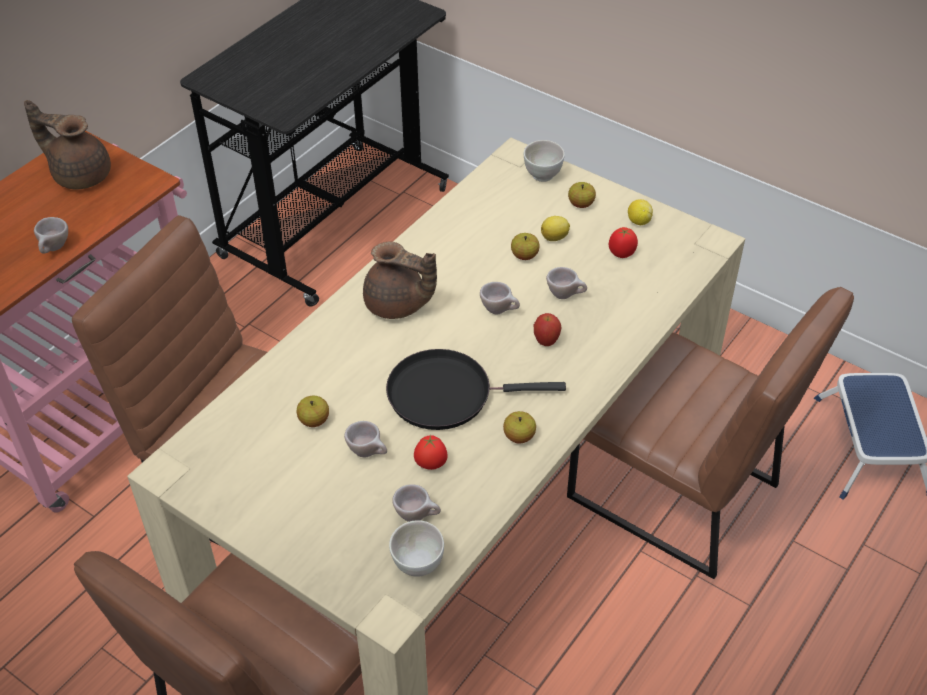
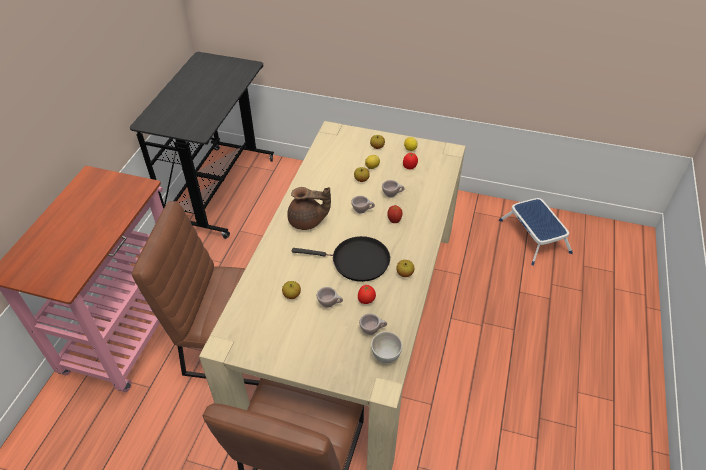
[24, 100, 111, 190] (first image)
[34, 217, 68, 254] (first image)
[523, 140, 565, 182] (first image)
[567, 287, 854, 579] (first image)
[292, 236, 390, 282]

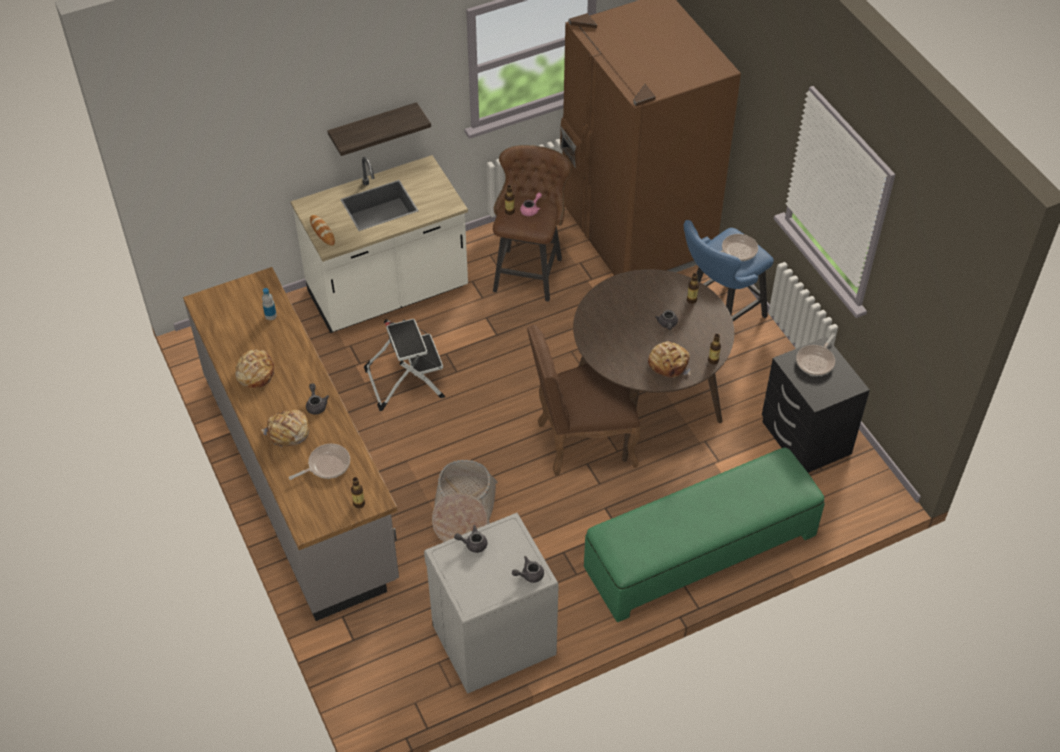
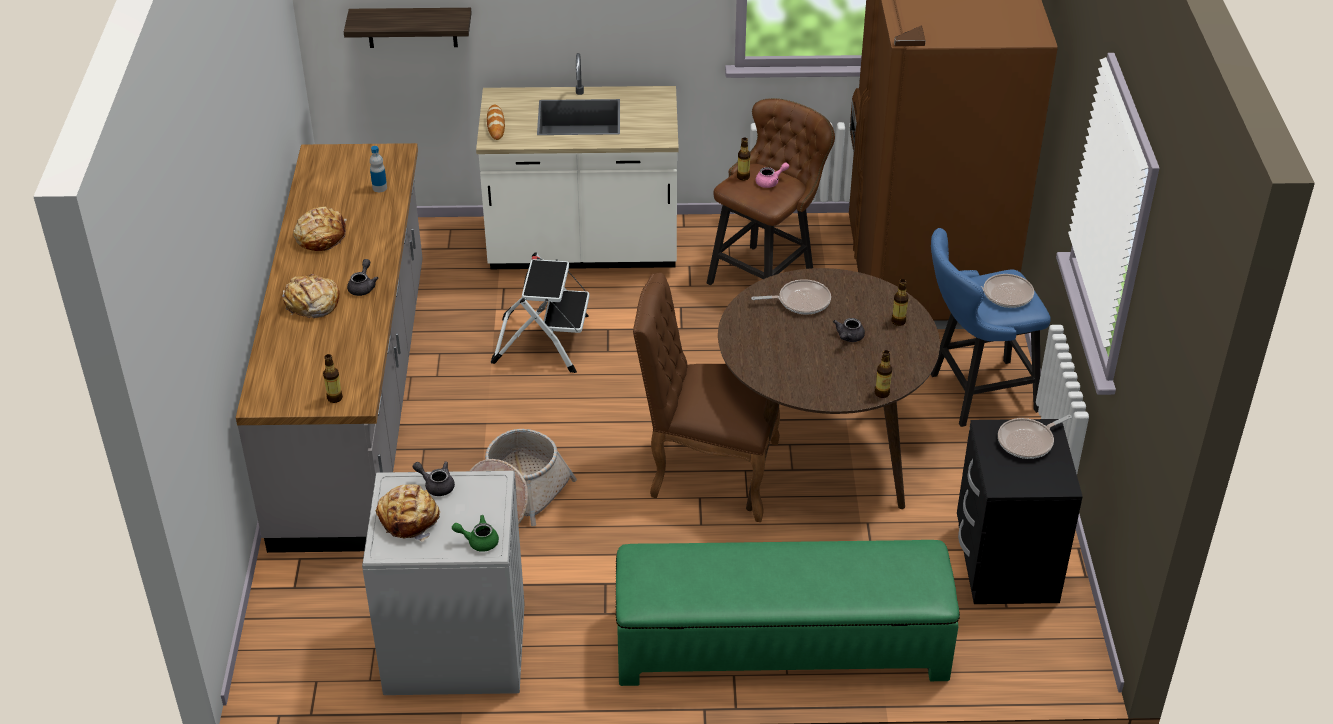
[751, 279, 831, 315]
[344, 8, 472, 48]
[375, 484, 441, 541]
[452, 515, 499, 552]

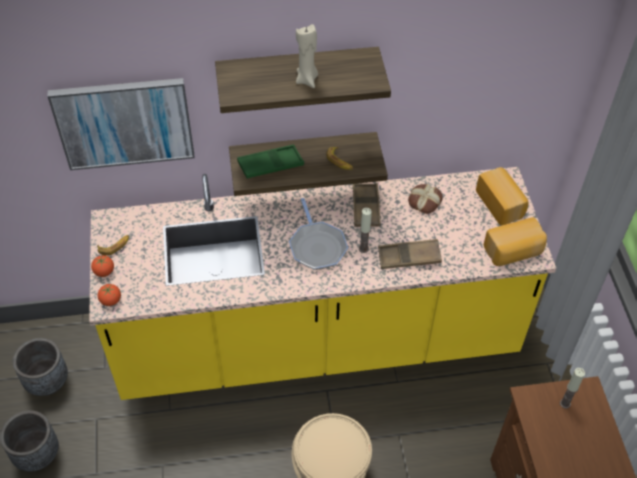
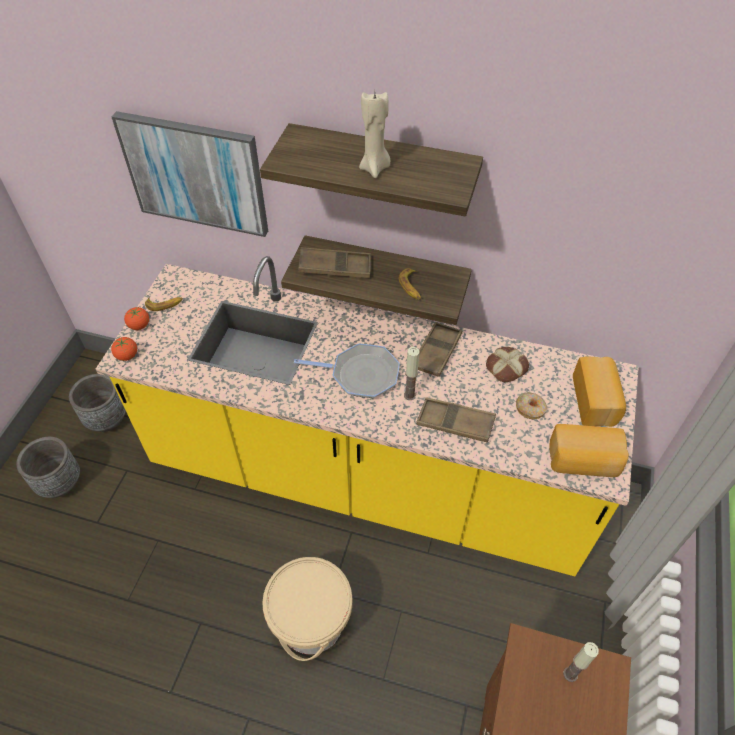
[516, 392, 547, 419]
[298, 247, 371, 278]
[294, 343, 400, 398]

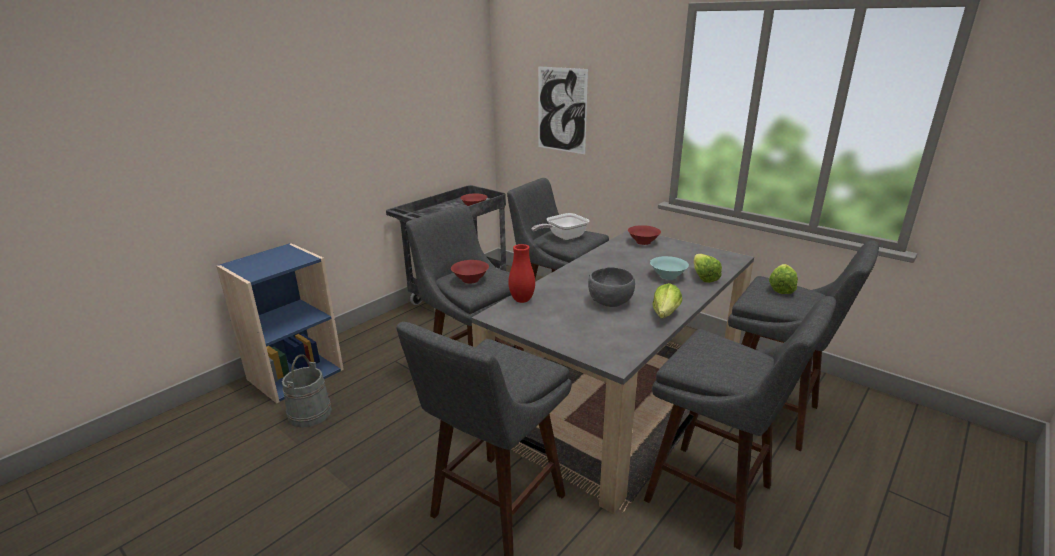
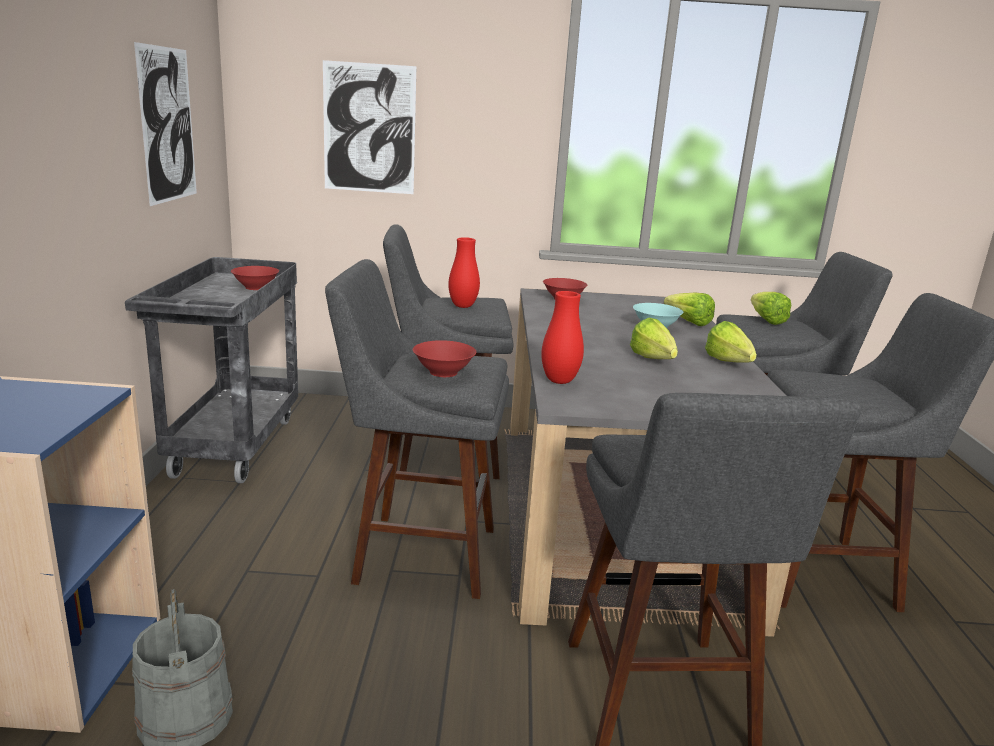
[134, 42, 197, 206]
[448, 237, 480, 308]
[630, 318, 678, 359]

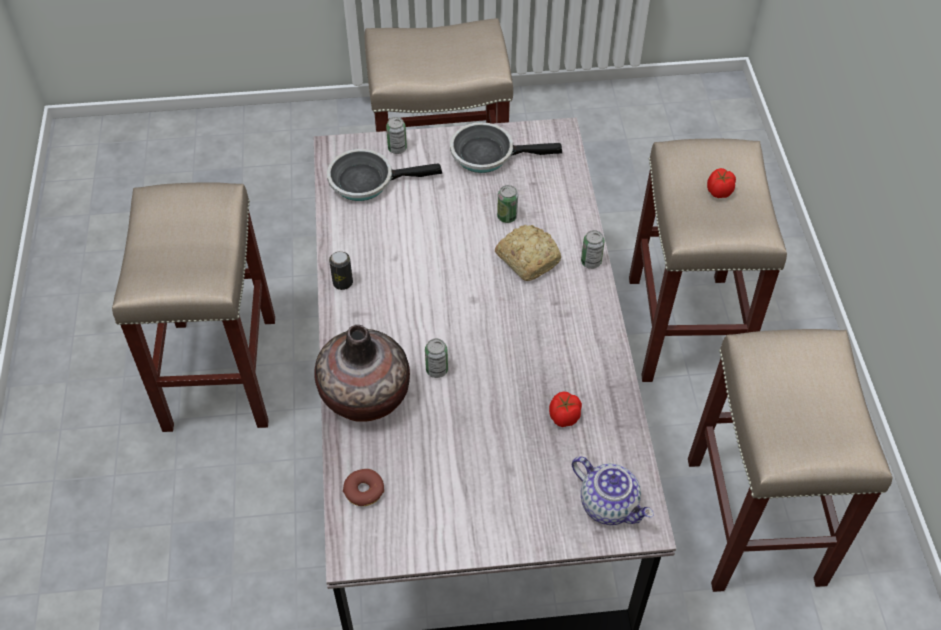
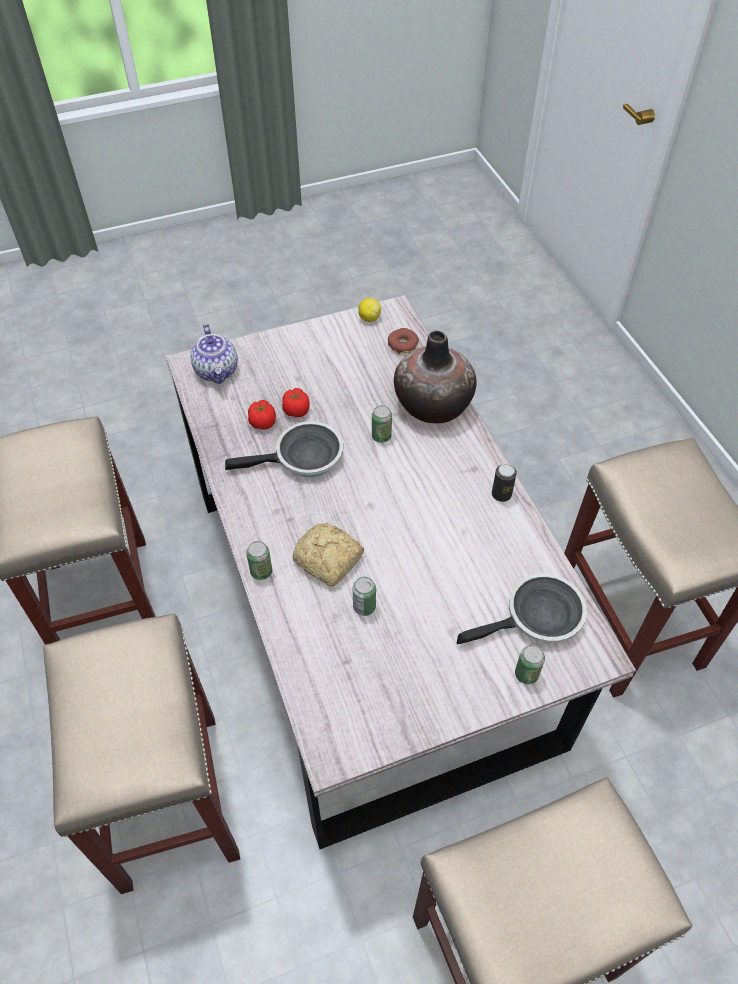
[358, 298, 381, 322]
[225, 421, 343, 477]
[282, 388, 310, 417]
[190, 324, 238, 384]

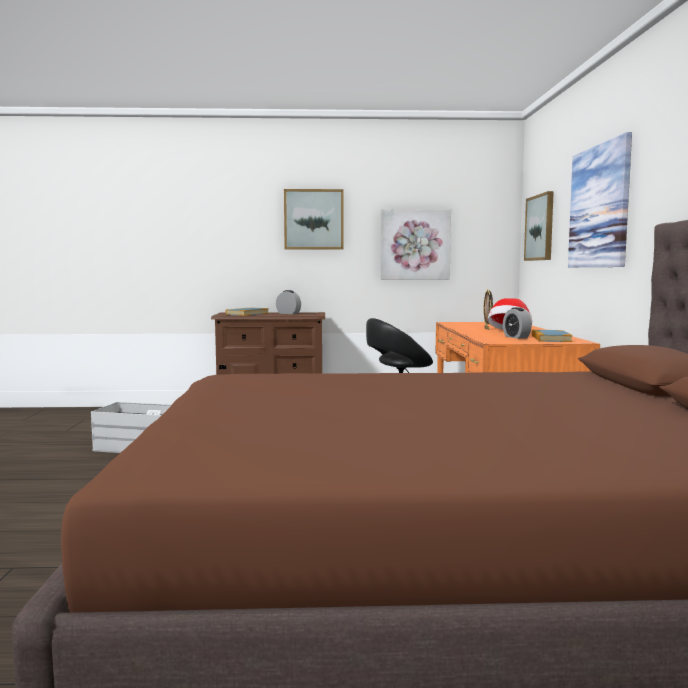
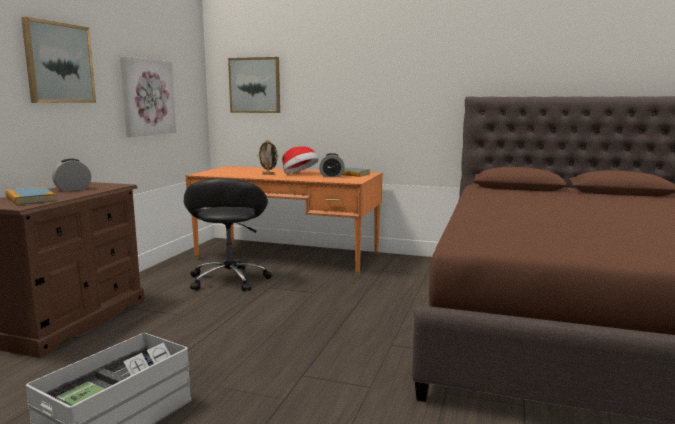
[568, 132, 632, 267] (first image)

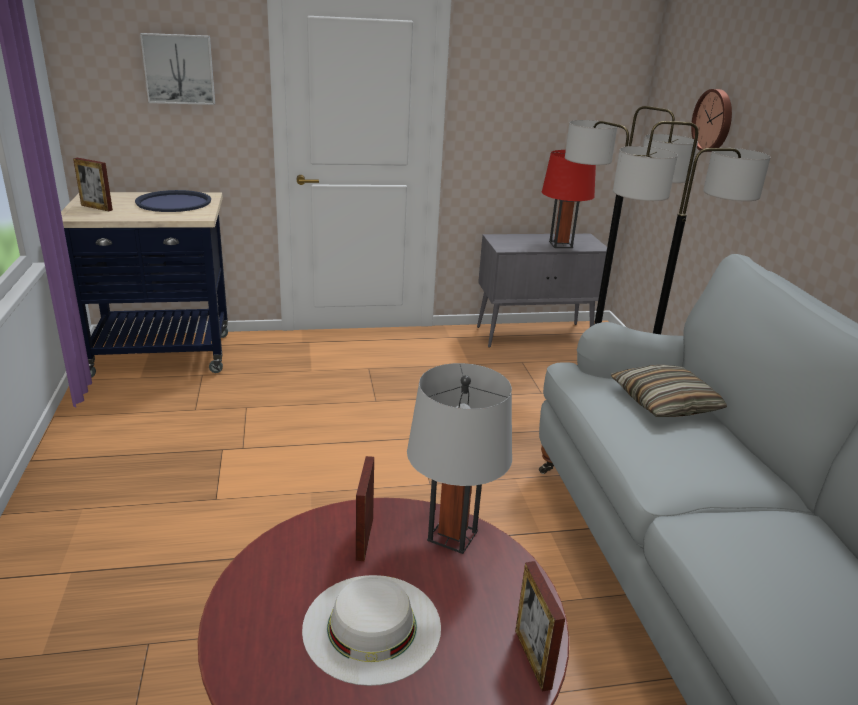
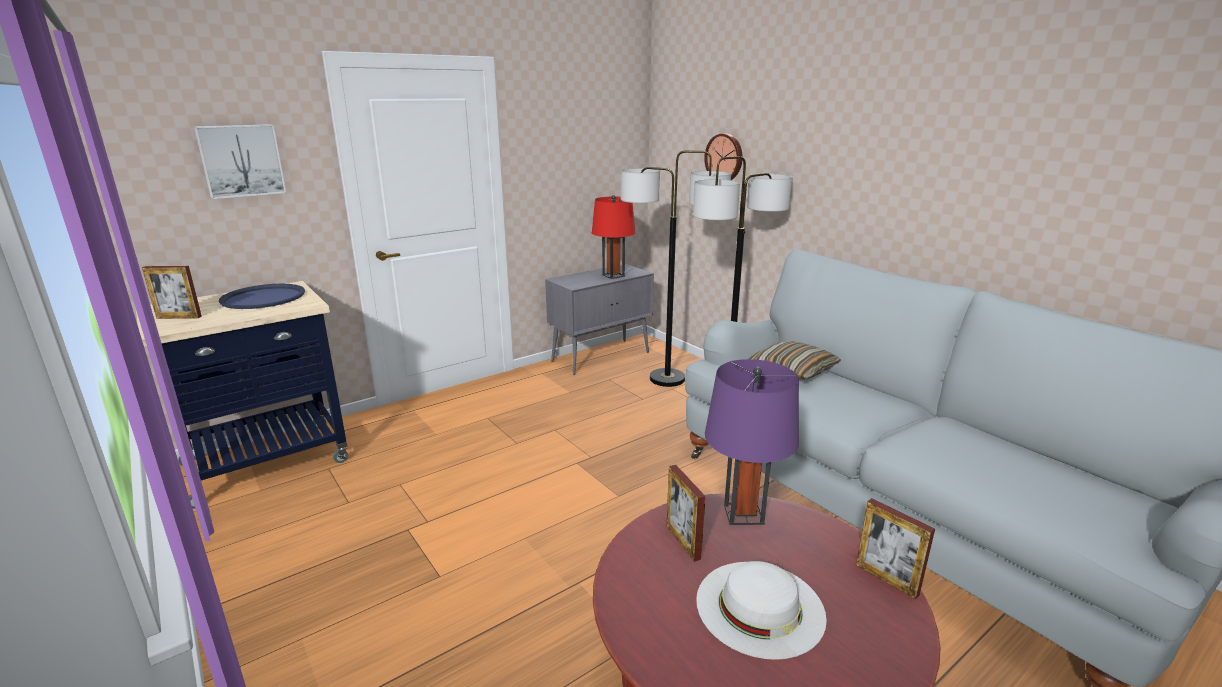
[705, 359, 799, 525]

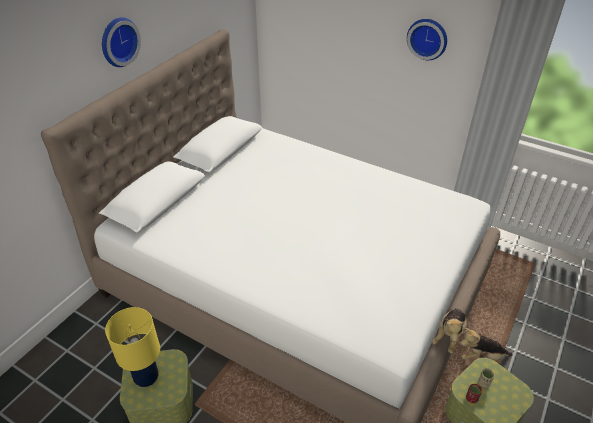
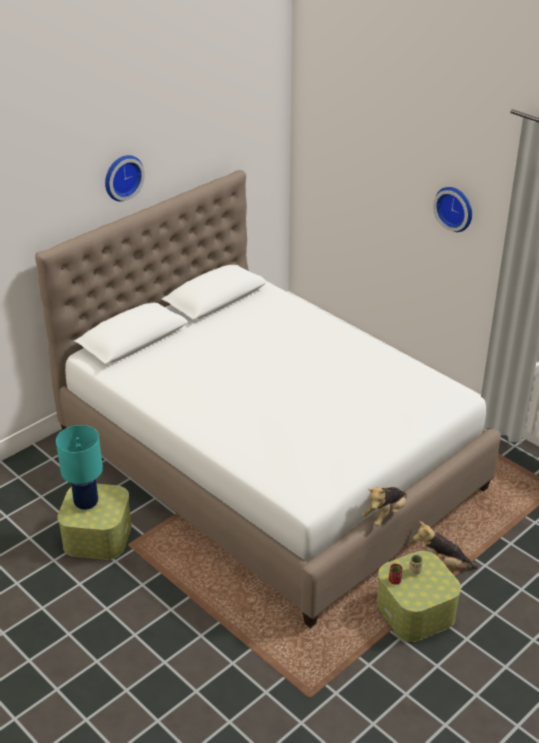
[56, 425, 103, 510]

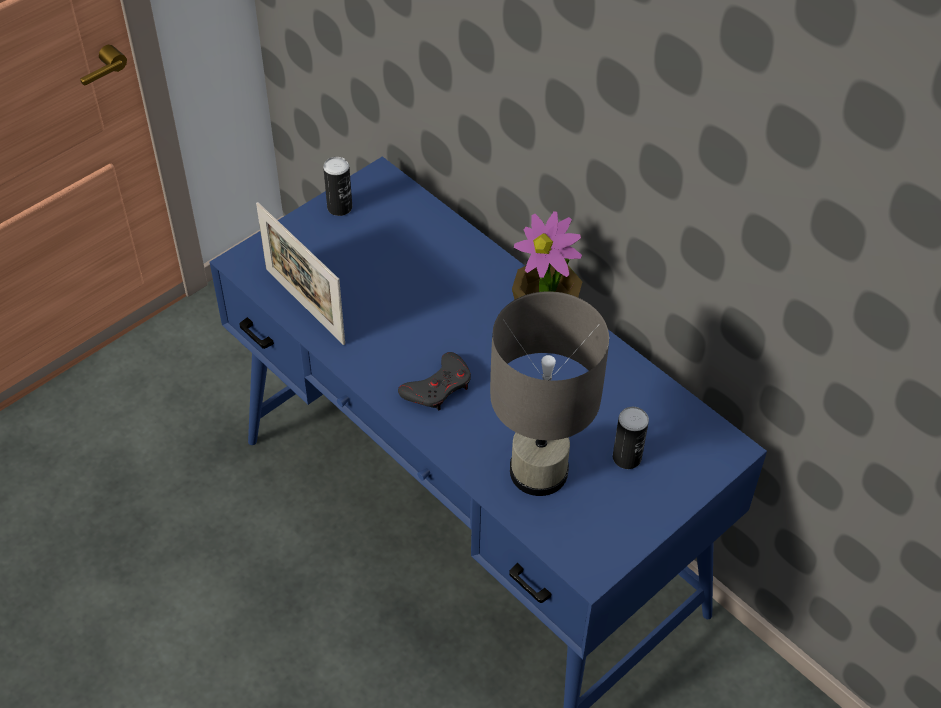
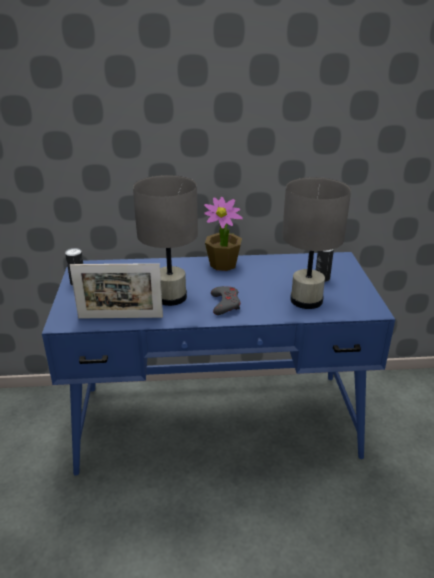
[133, 175, 198, 306]

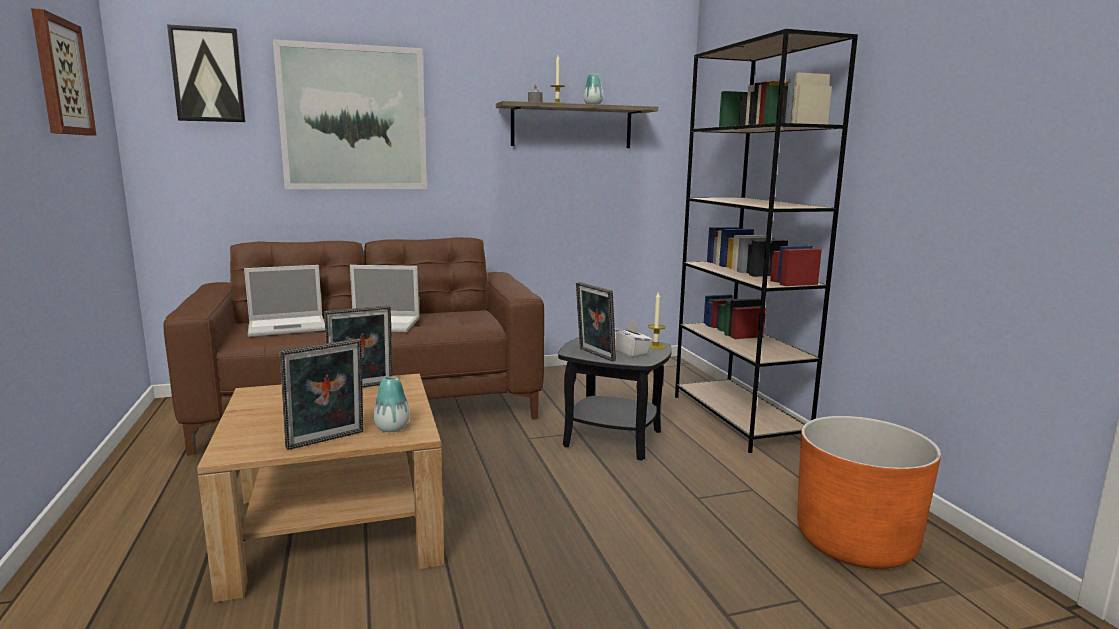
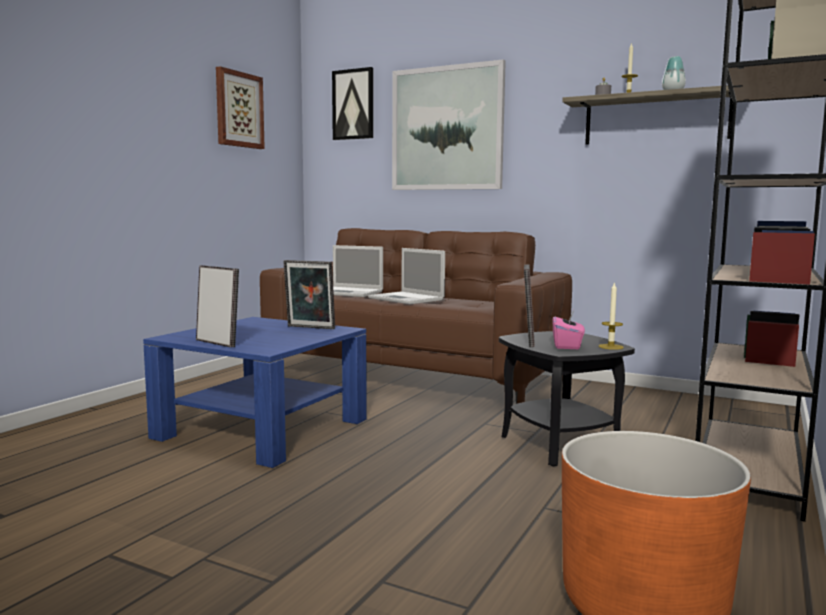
[374, 376, 410, 432] (first image)
[143, 317, 367, 468]
[552, 310, 585, 349]
[196, 265, 239, 347]

